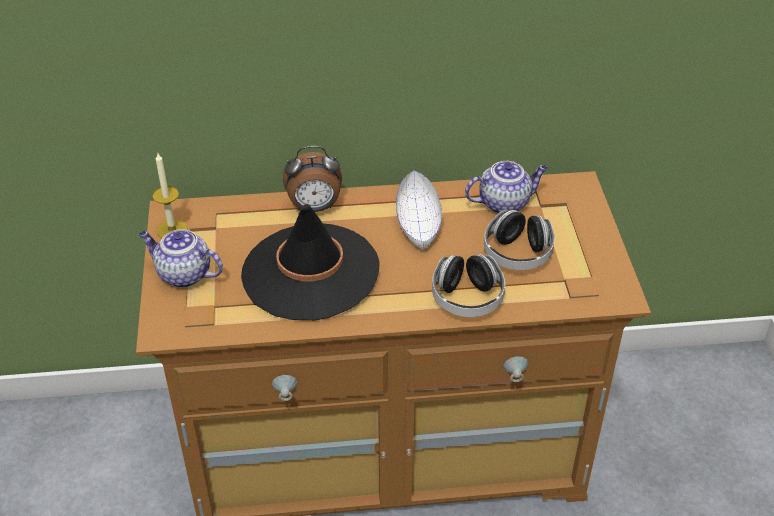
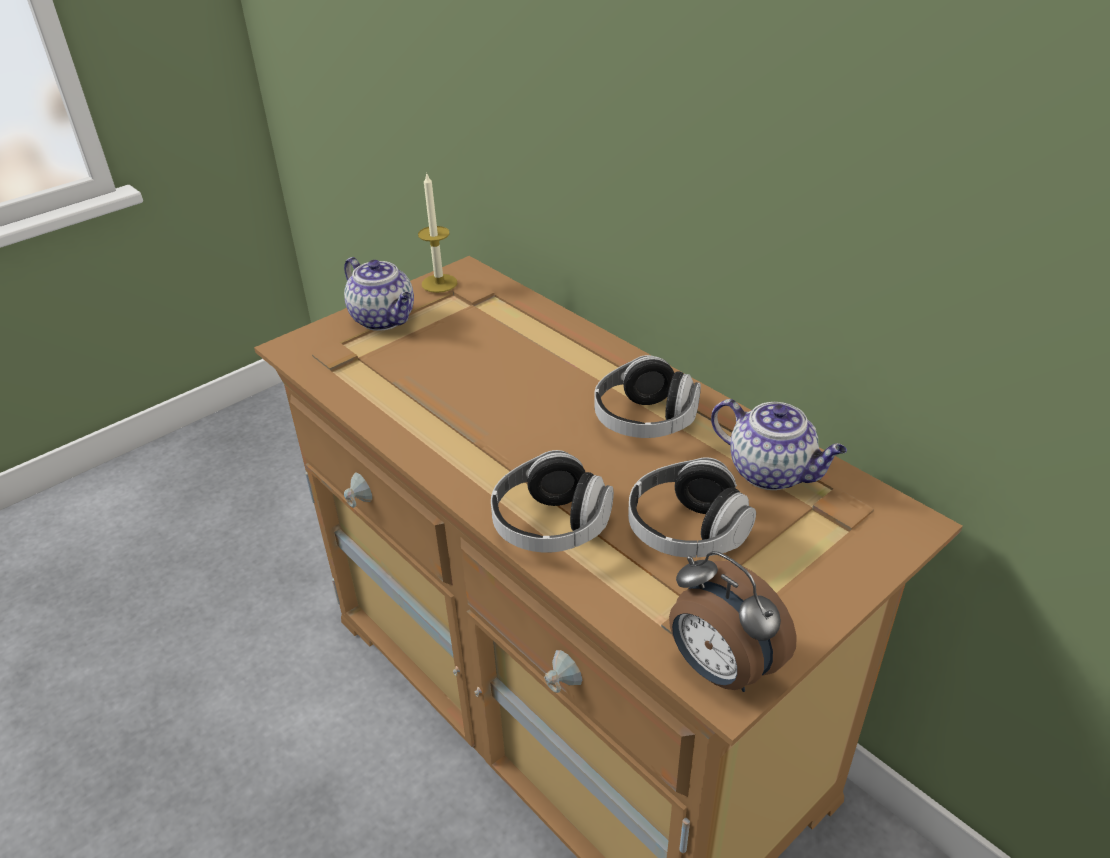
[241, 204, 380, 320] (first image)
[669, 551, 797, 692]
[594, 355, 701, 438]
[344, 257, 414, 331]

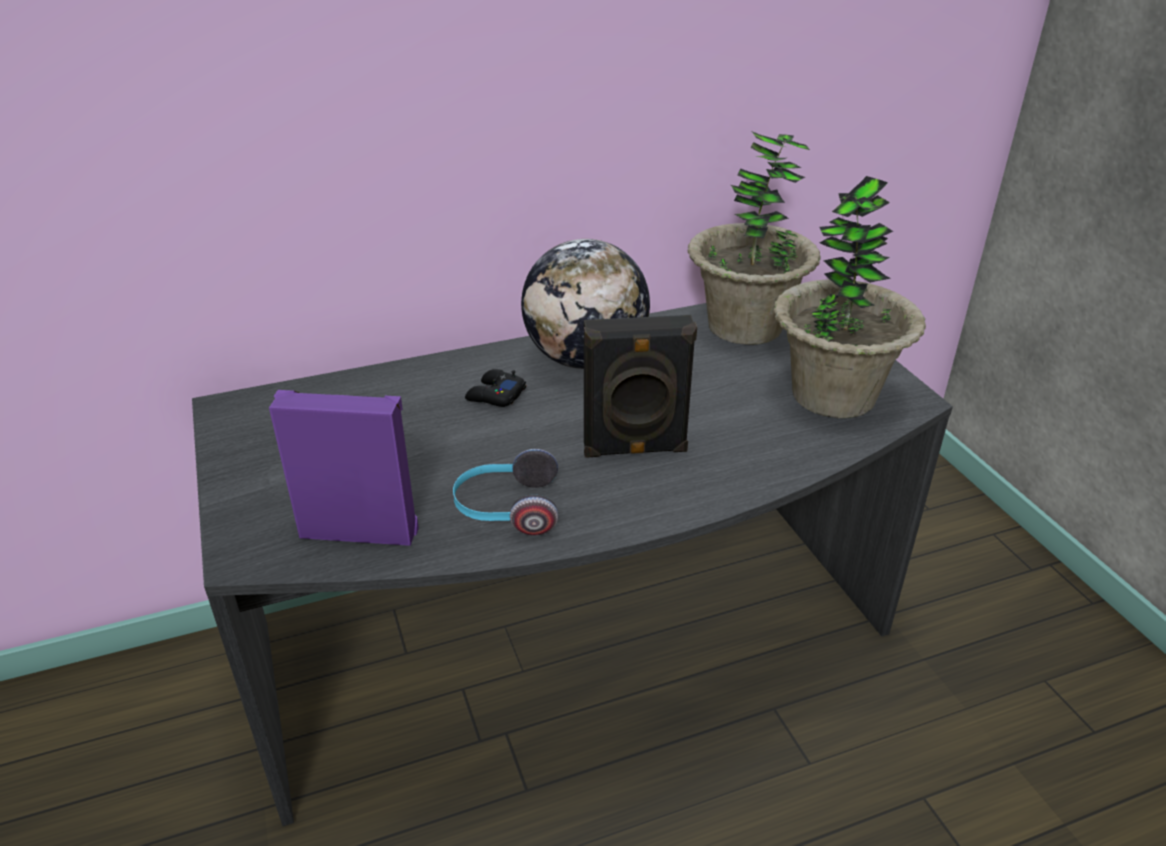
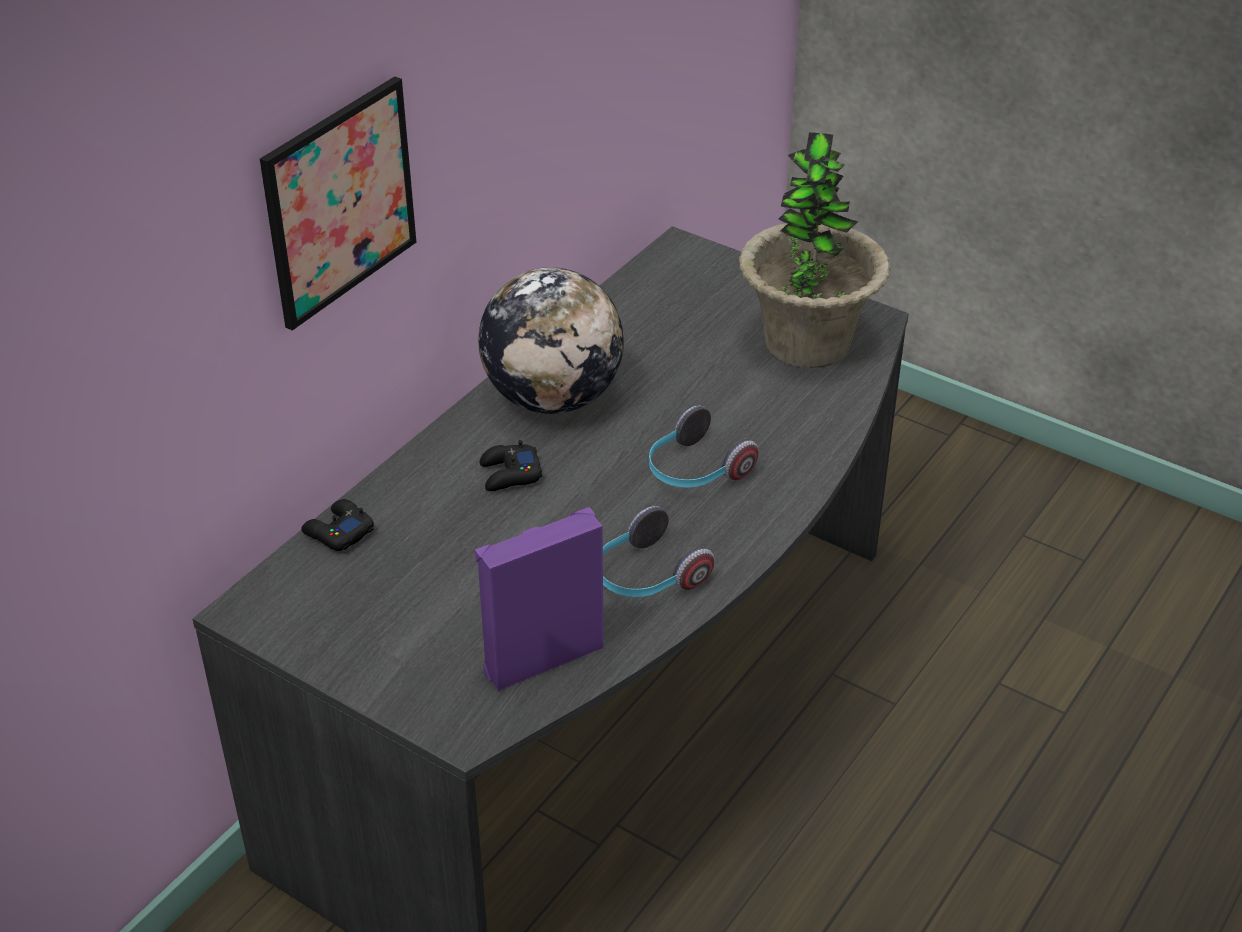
[688, 131, 821, 345] (first image)
[260, 76, 416, 330]
[301, 499, 374, 551]
[649, 406, 759, 488]

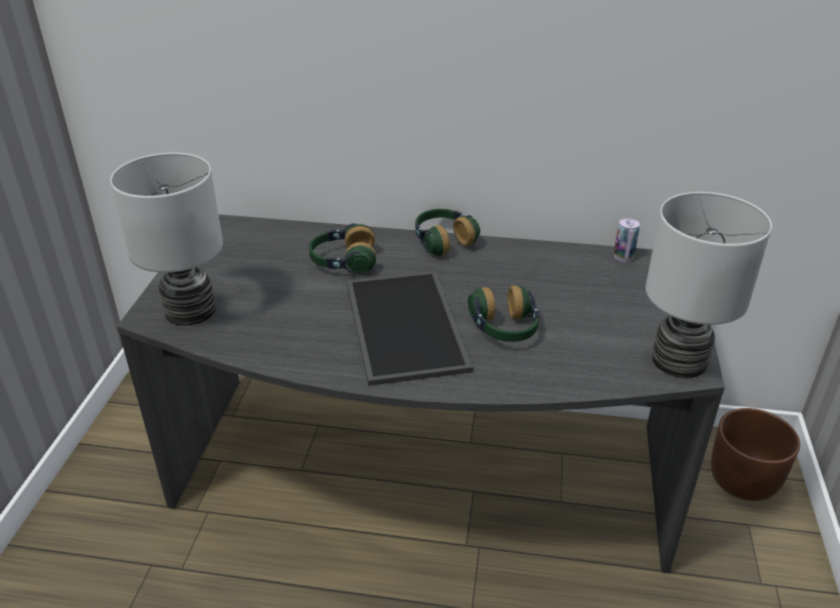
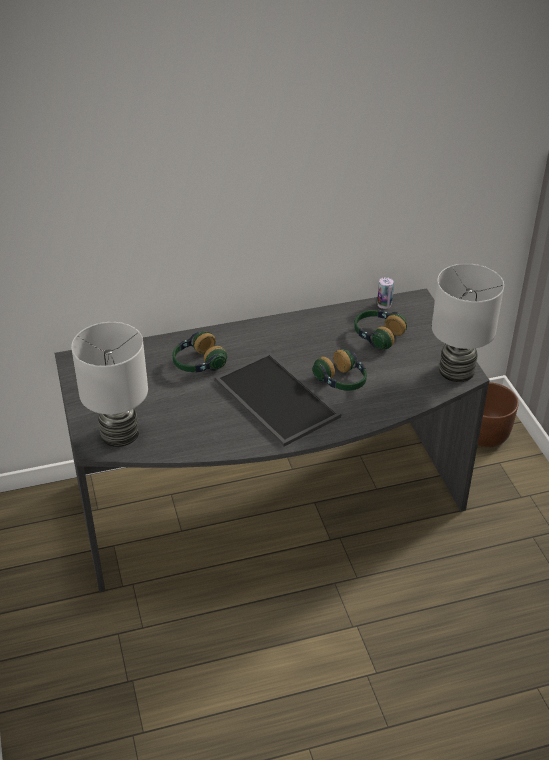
[354, 310, 407, 349]

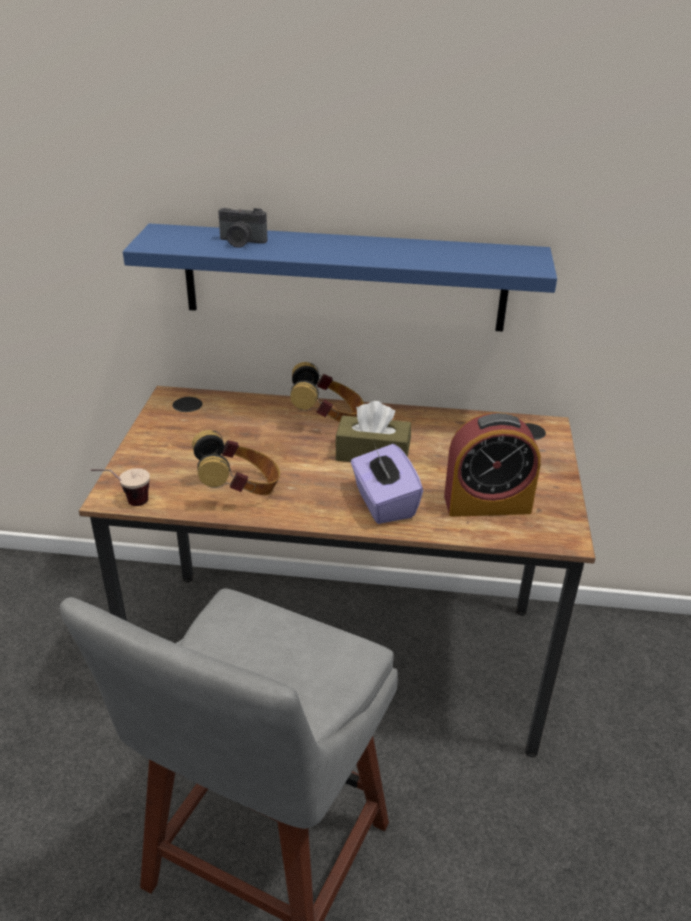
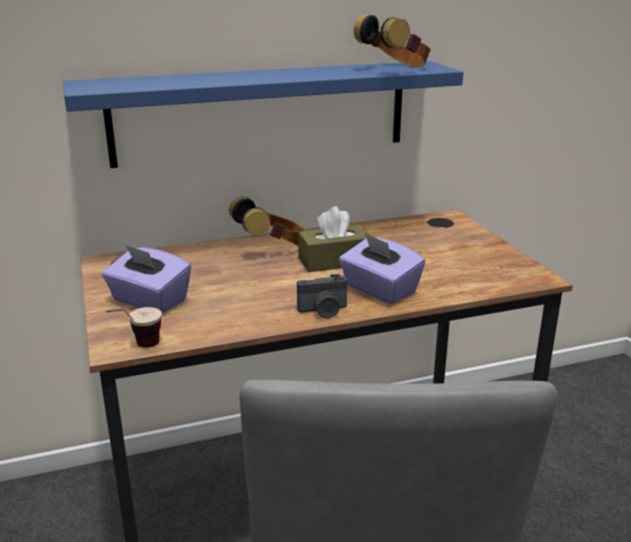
[444, 412, 541, 517] (first image)
[102, 244, 191, 313]
[354, 15, 431, 67]
[297, 274, 347, 318]

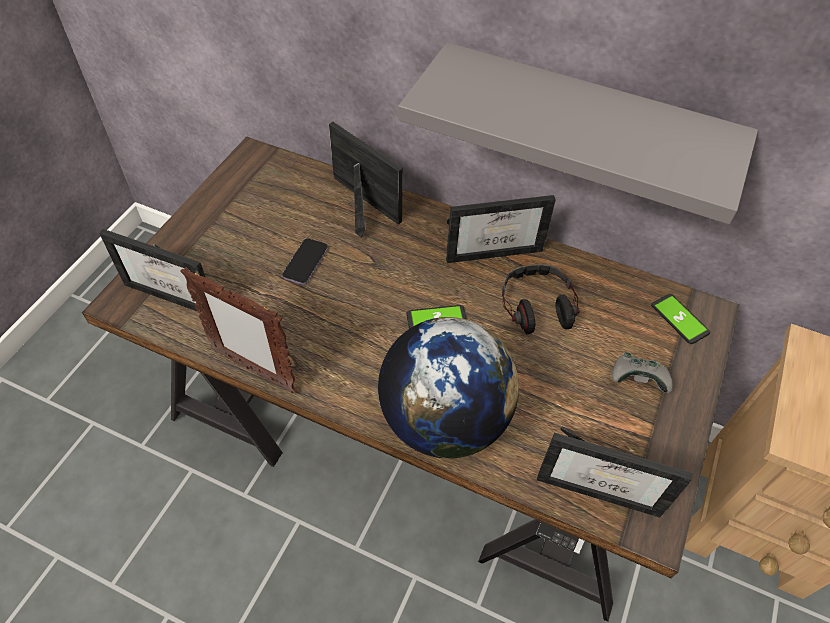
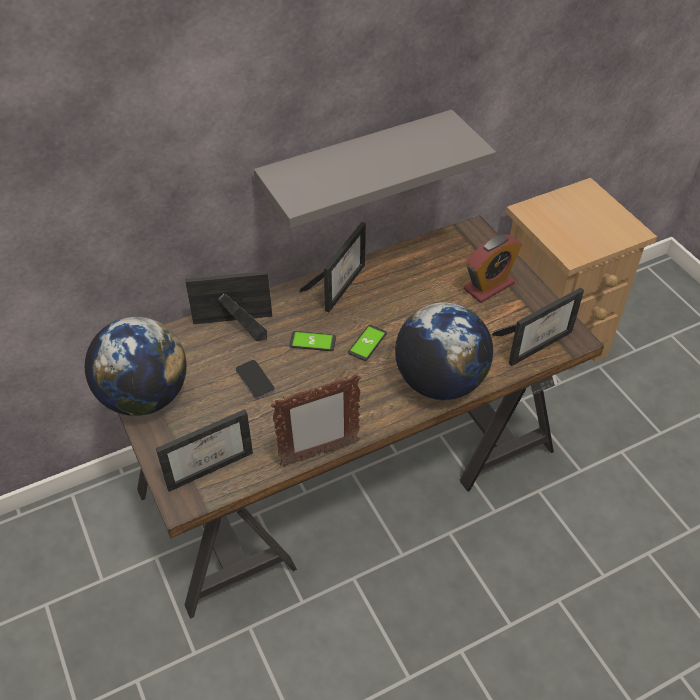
[502, 264, 580, 334] (first image)
[85, 317, 187, 416]
[289, 331, 336, 351]
[464, 234, 522, 303]

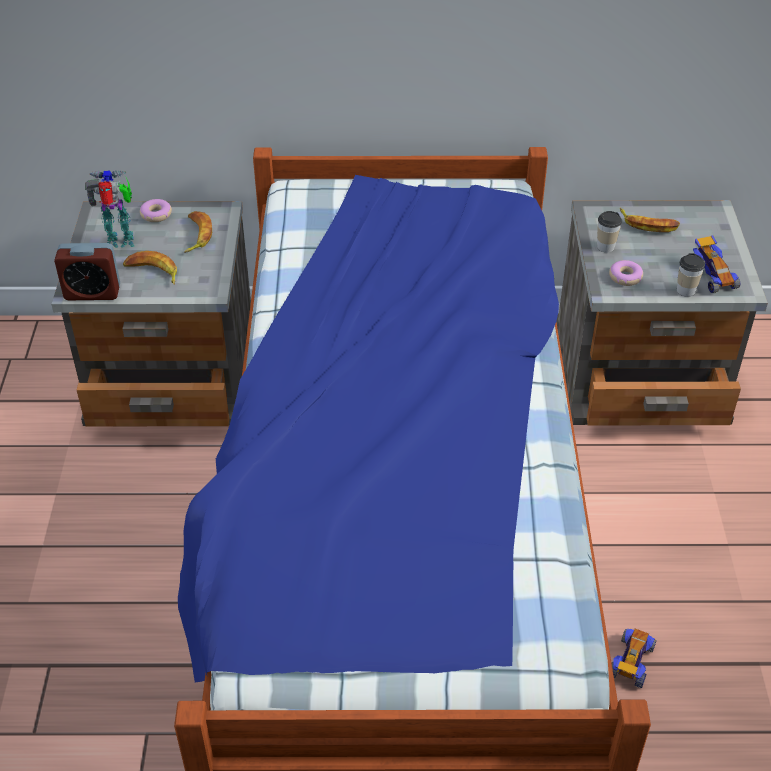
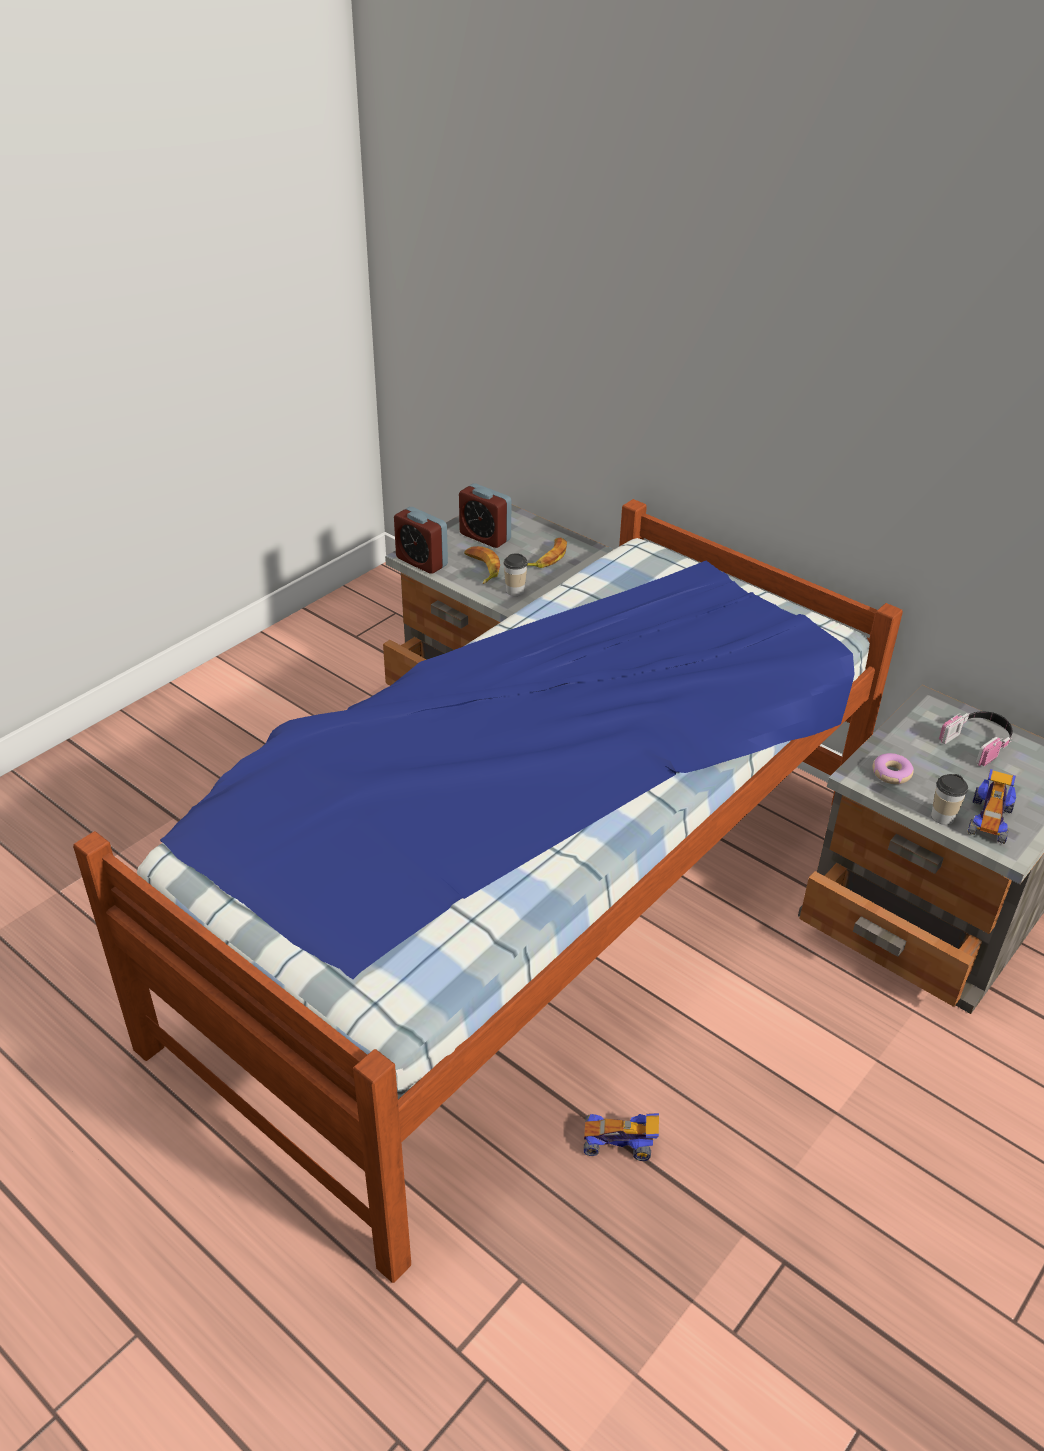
[140, 199, 172, 222] (first image)
[503, 553, 528, 596]
[459, 483, 512, 548]
[939, 712, 1013, 766]
[583, 1113, 659, 1161]

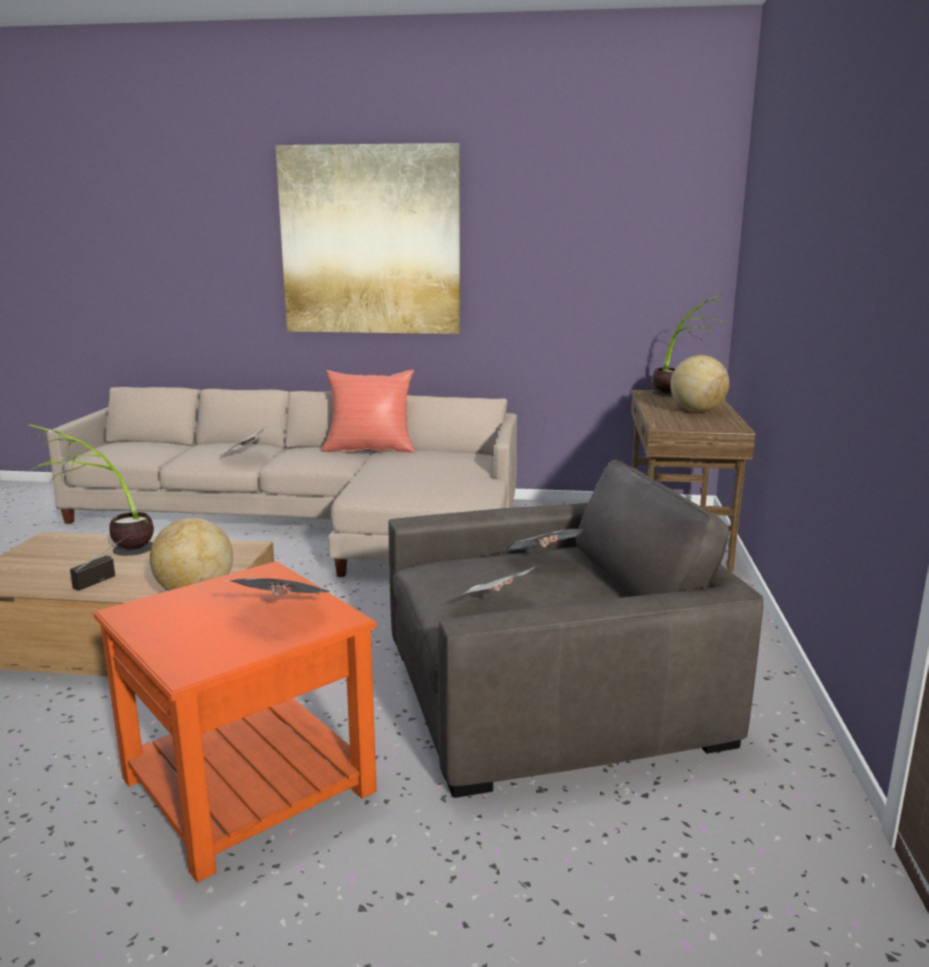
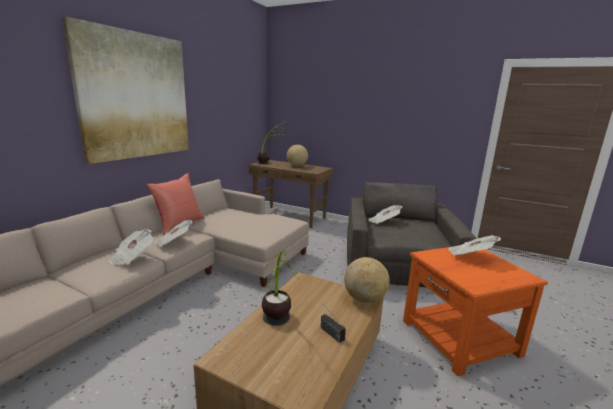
[154, 220, 193, 247]

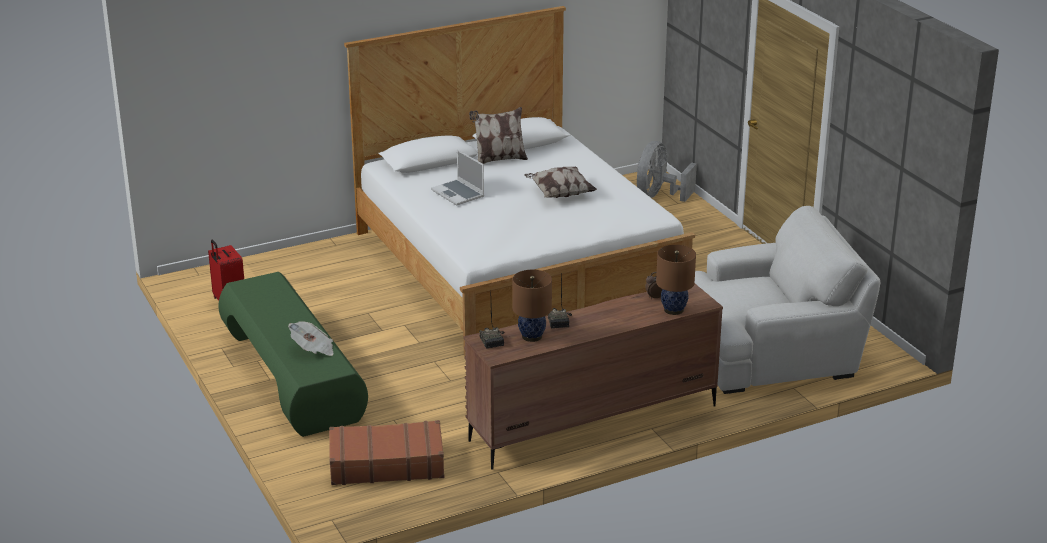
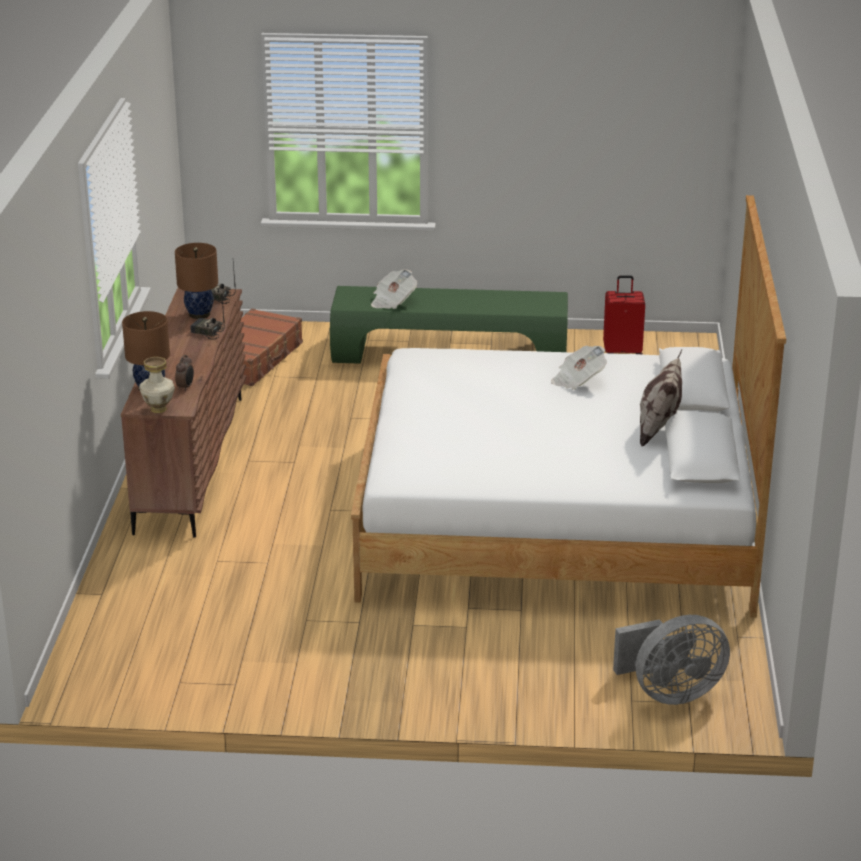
[524, 167, 597, 198] (first image)
[695, 206, 880, 394] (first image)
[139, 357, 175, 413]
[551, 346, 607, 390]
[613, 615, 730, 705]

